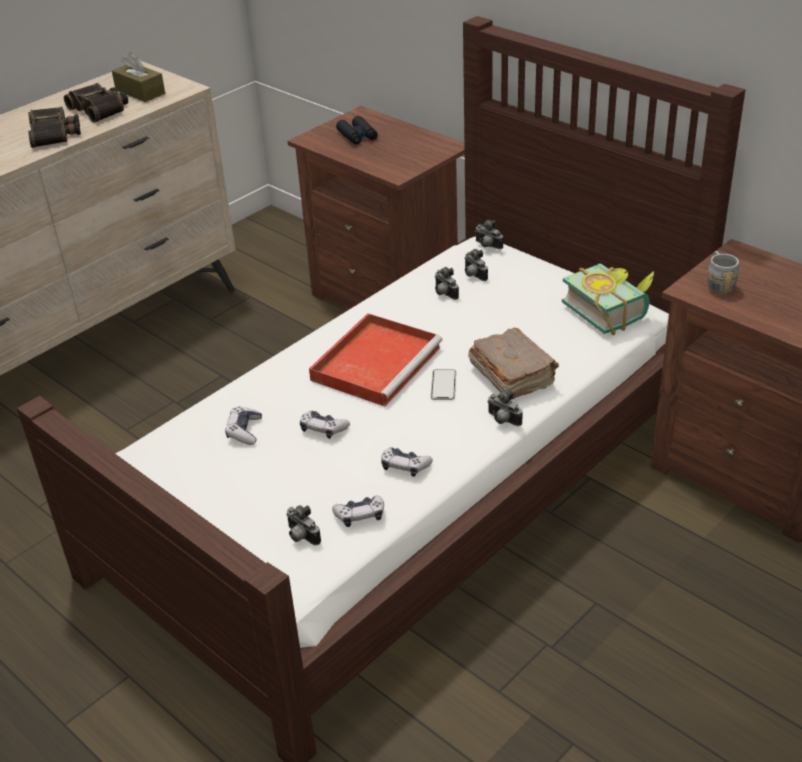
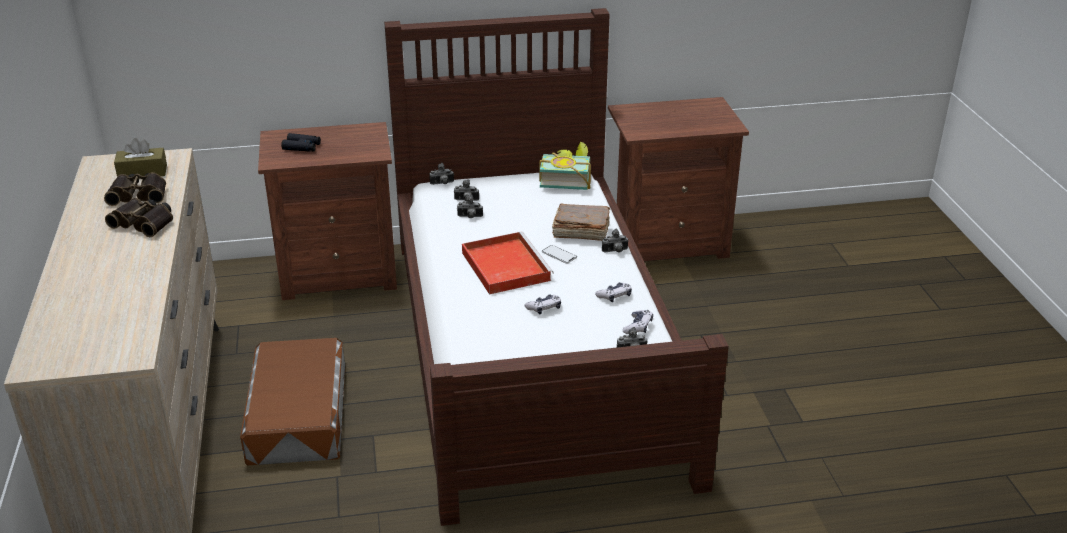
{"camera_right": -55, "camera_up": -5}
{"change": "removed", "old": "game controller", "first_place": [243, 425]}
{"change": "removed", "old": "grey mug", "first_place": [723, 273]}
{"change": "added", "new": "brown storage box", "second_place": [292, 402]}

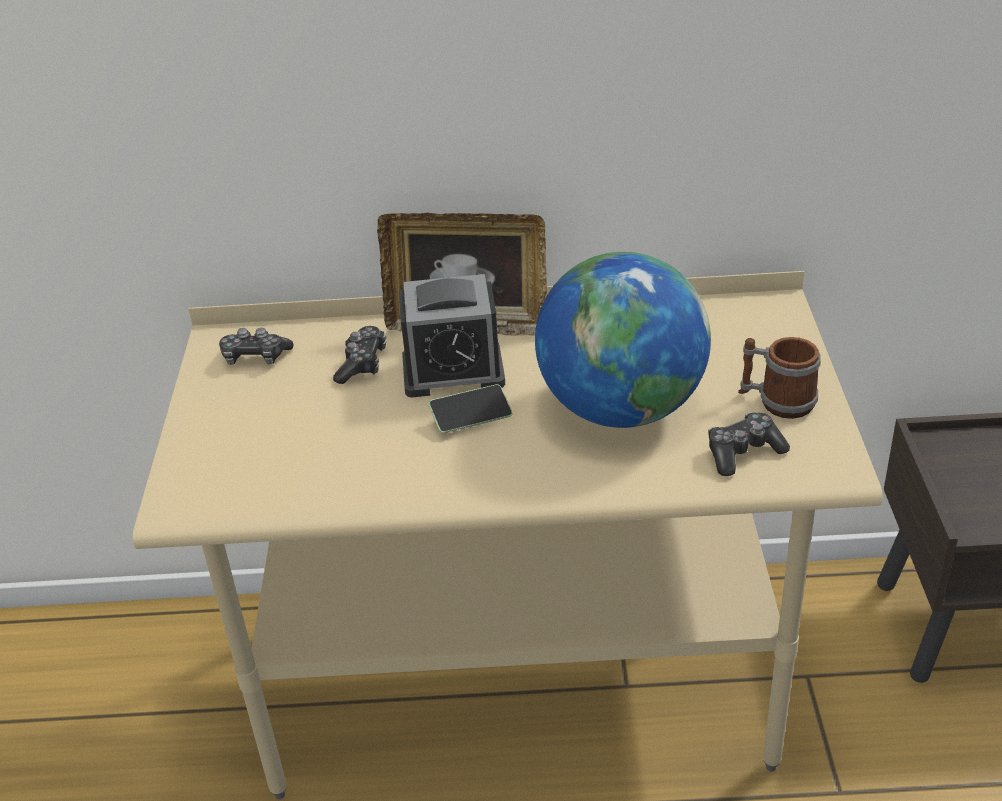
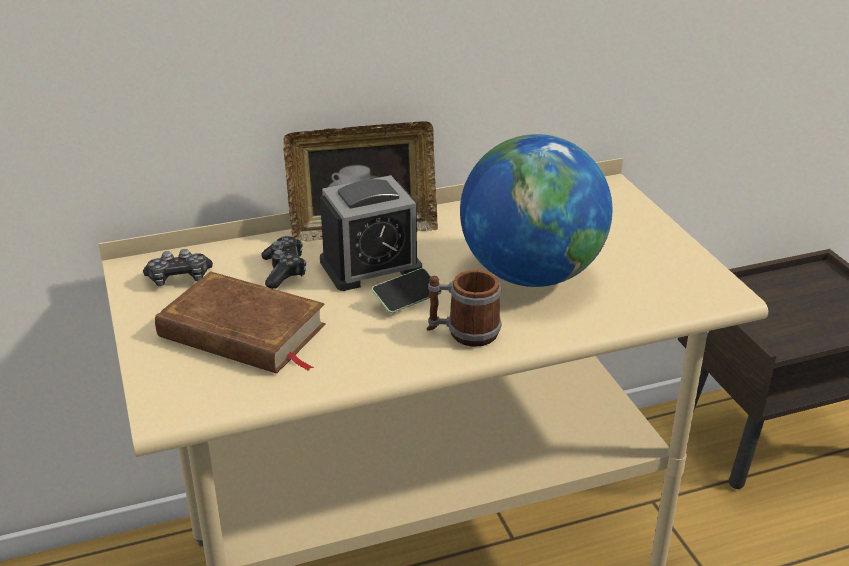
{"camera_right": -20, "camera_up": -5}
{"change": "removed", "old": "game controller", "first_place": [749, 444]}
{"change": "moved", "old": "mug", "first_place": [779, 378], "second_place": [464, 308]}
{"change": "added", "new": "brown book", "second_place": [240, 322]}

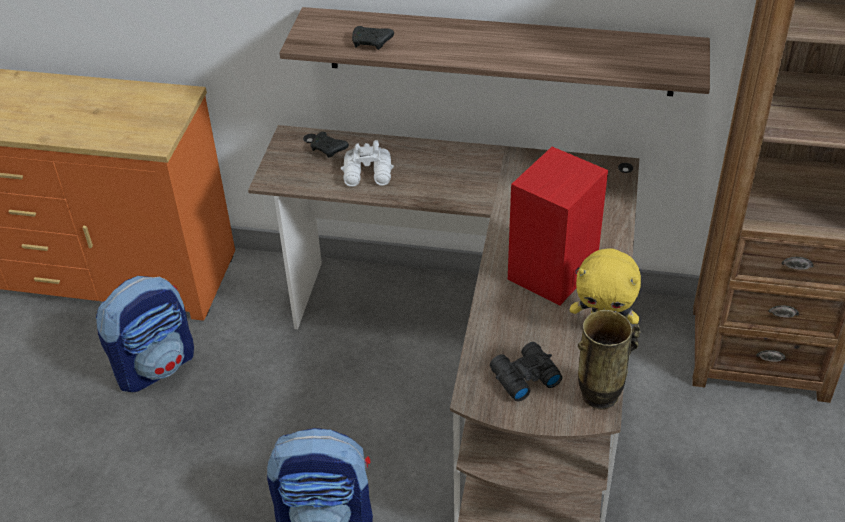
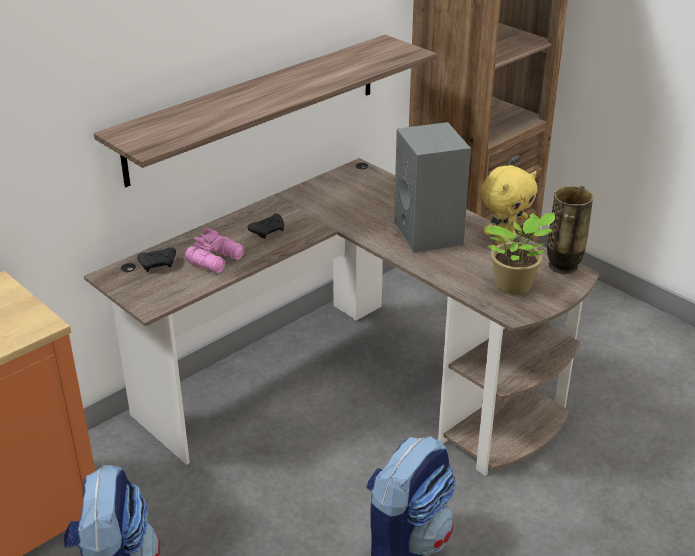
{"camera_right": -55, "camera_up": -10}
{"change": "recoloured", "old": "white binoculars", "new": "pink binoculars", "first_place": [367, 163], "second_place": [214, 250]}
{"change": "moved", "old": "black game controller", "first_place": [373, 38], "second_place": [265, 226]}
{"change": "replaced", "old": "black binoculars", "new": "potted plant", "first_place": [526, 371], "second_place": [519, 253]}
{"change": "recoloured", "old": "red speaker", "new": "grey speaker", "first_place": [558, 226], "second_place": [432, 187]}

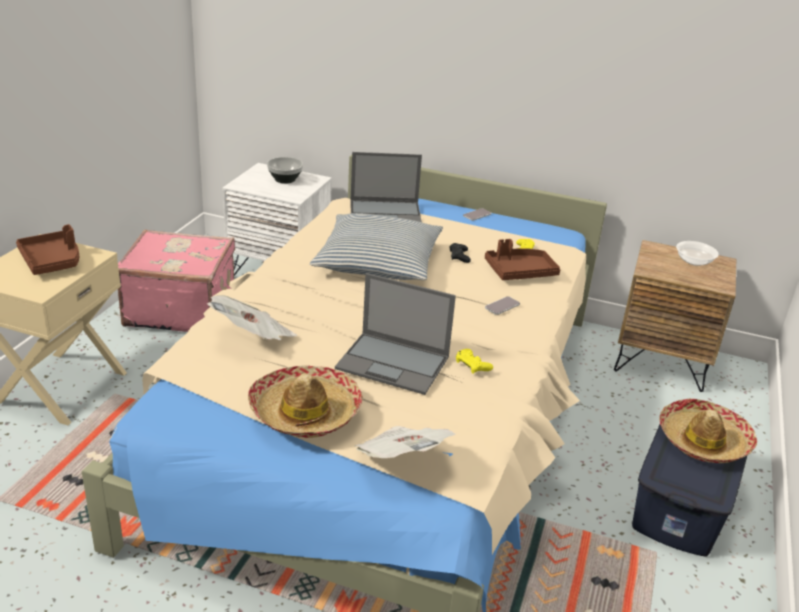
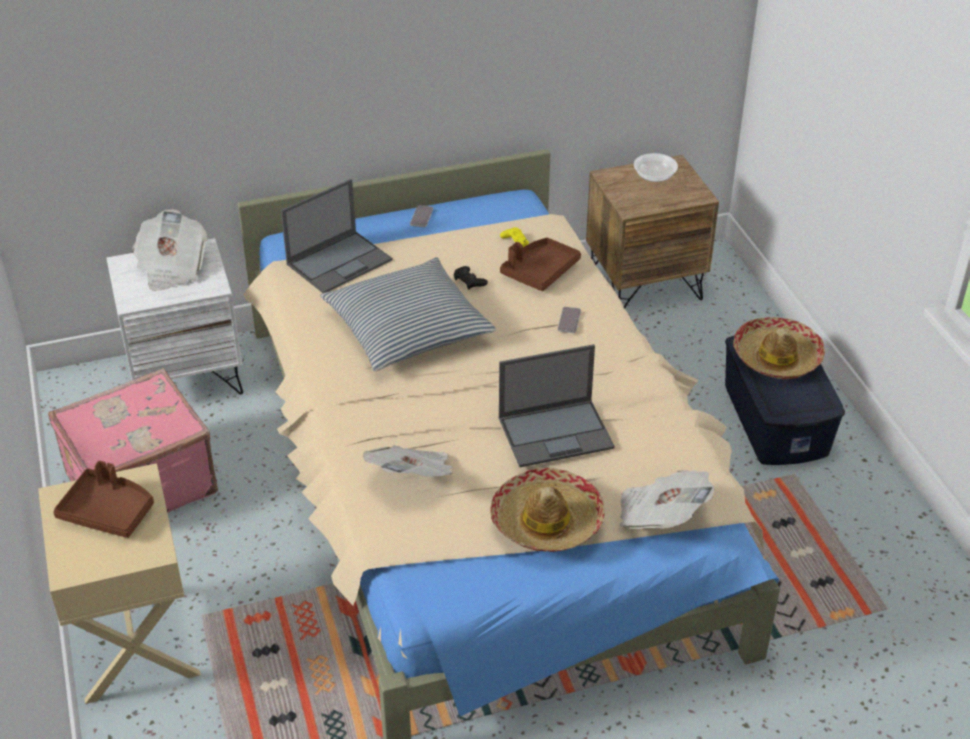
{"camera_right": -35, "camera_up": 10}
{"change": "replaced", "old": "bowl", "new": "newspaper", "first_place": [285, 170], "second_place": [169, 250]}
{"change": "removed", "old": "yellow game controller", "first_place": [474, 361]}

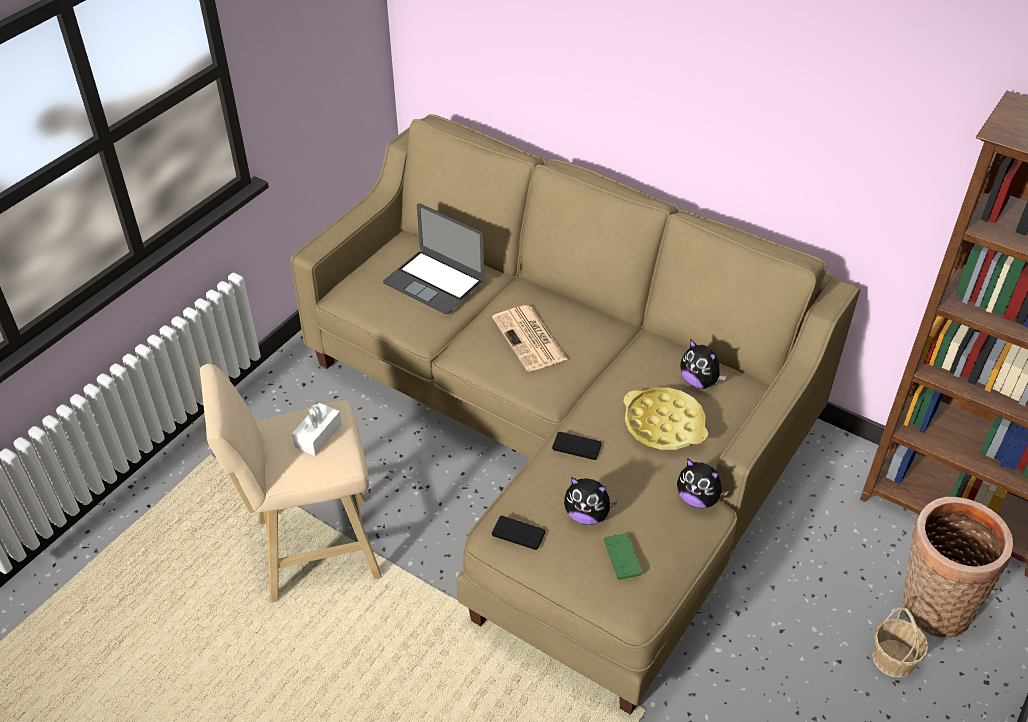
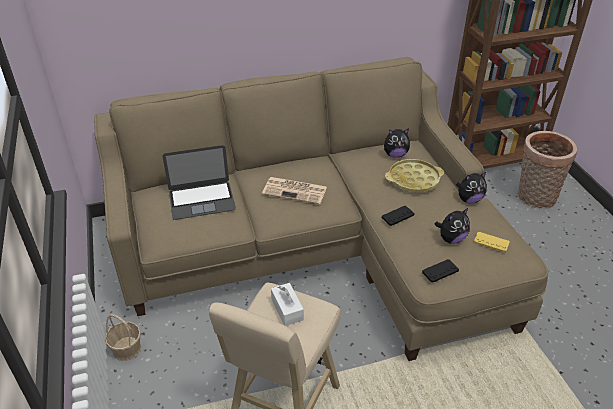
{"camera_right": -50, "camera_up": -5}
{"change": "recoloured", "old": "green game controller", "new": "yellow game controller", "first_place": [623, 556], "second_place": [492, 242]}
{"change": "moved", "old": "basket", "first_place": [900, 642], "second_place": [123, 337]}

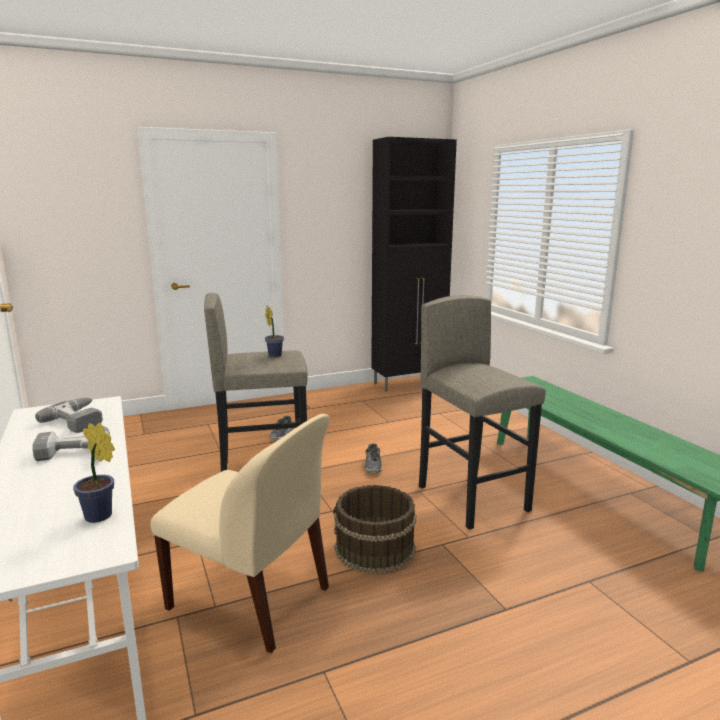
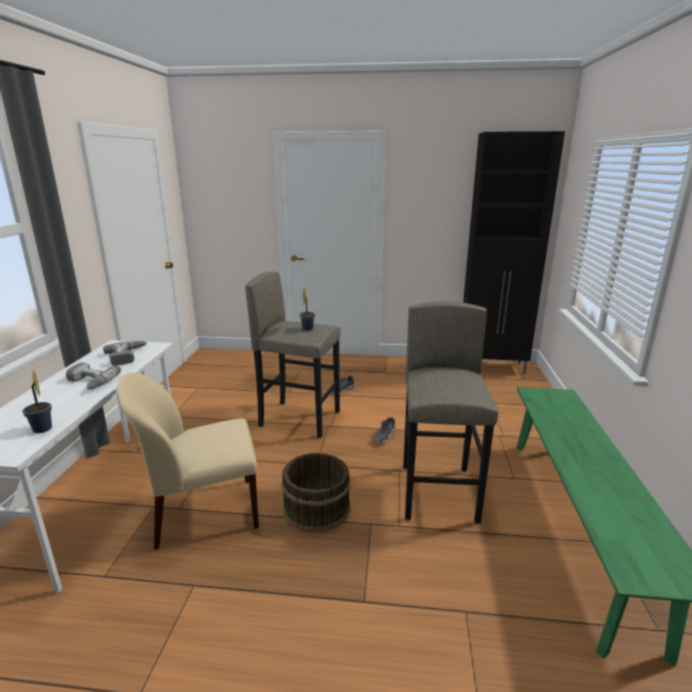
{"camera_right": 30, "camera_up": 5}
{"change": "turned", "old": "beige chair", "first_place": [239, 533], "second_place": [188, 461], "degrees": 105}

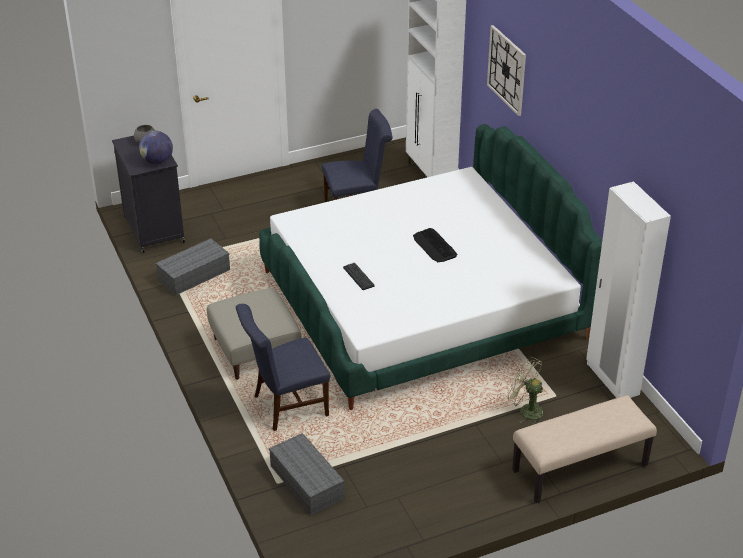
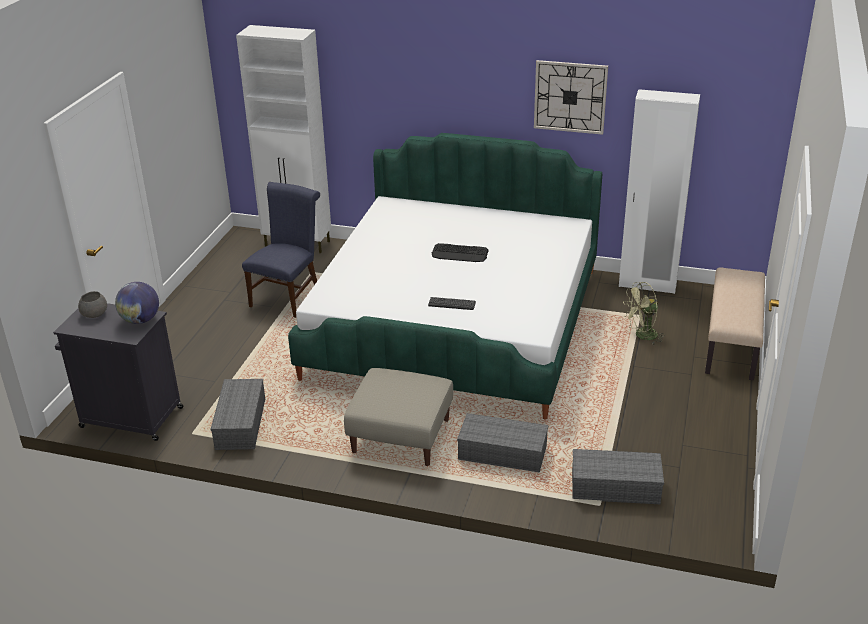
{"camera_right": -50, "camera_up": -5}
{"change": "replaced", "old": "blue chair", "new": "grey storage box", "first_place": [283, 367], "second_place": [502, 443]}
{"change": "moved", "old": "wall clock", "first_place": [506, 70], "second_place": [571, 97]}

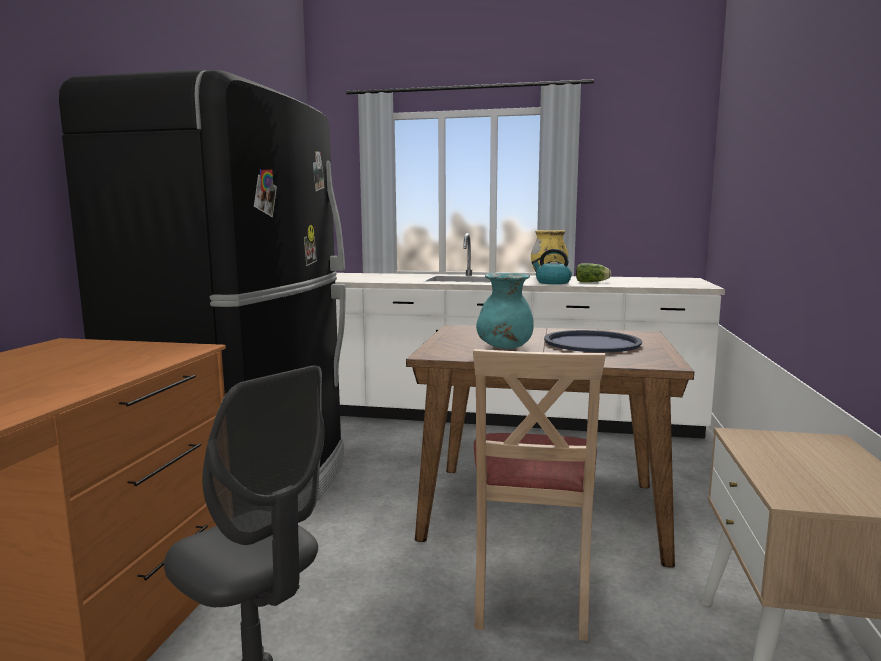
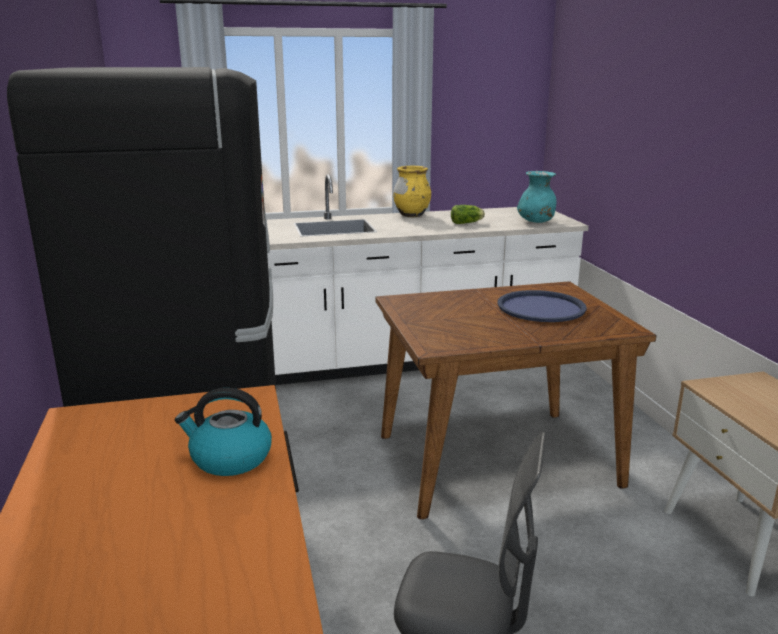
{"camera_right": -25, "camera_up": 10}
{"change": "removed", "old": "beige chair", "first_place": [539, 495]}
{"change": "moved", "old": "turquoise vase", "first_place": [505, 311], "second_place": [537, 197]}
{"change": "moved", "old": "kettle", "first_place": [552, 266], "second_place": [223, 432]}

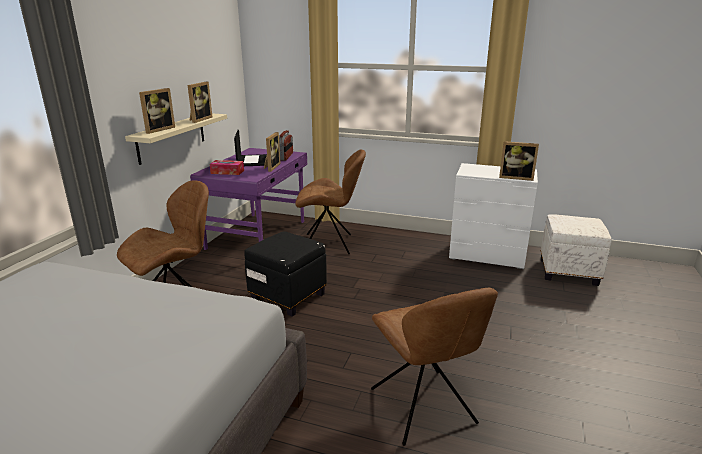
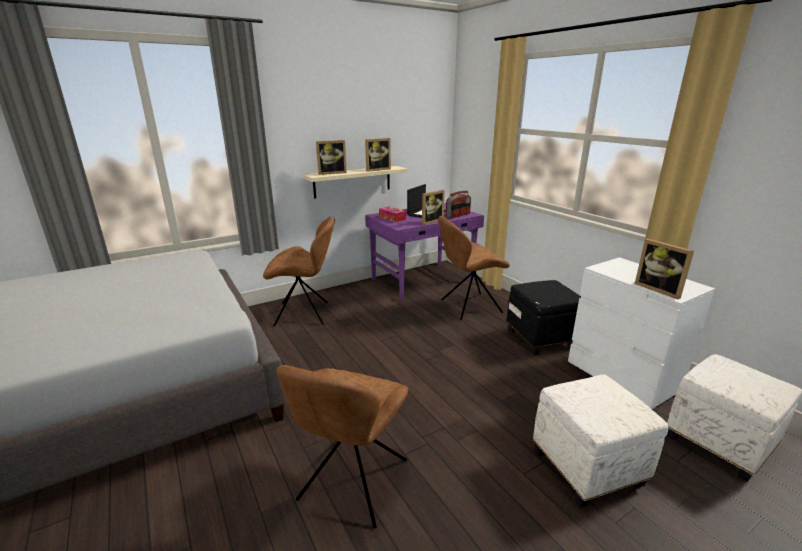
{"camera_right": 40, "camera_up": 0}
{"change": "moved", "old": "black ottoman", "first_place": [285, 274], "second_place": [544, 318]}
{"change": "turned", "old": "brown chair", "first_place": [330, 201], "second_place": [474, 268], "degrees": 120}
{"change": "added", "new": "white ottoman", "second_place": [601, 441]}

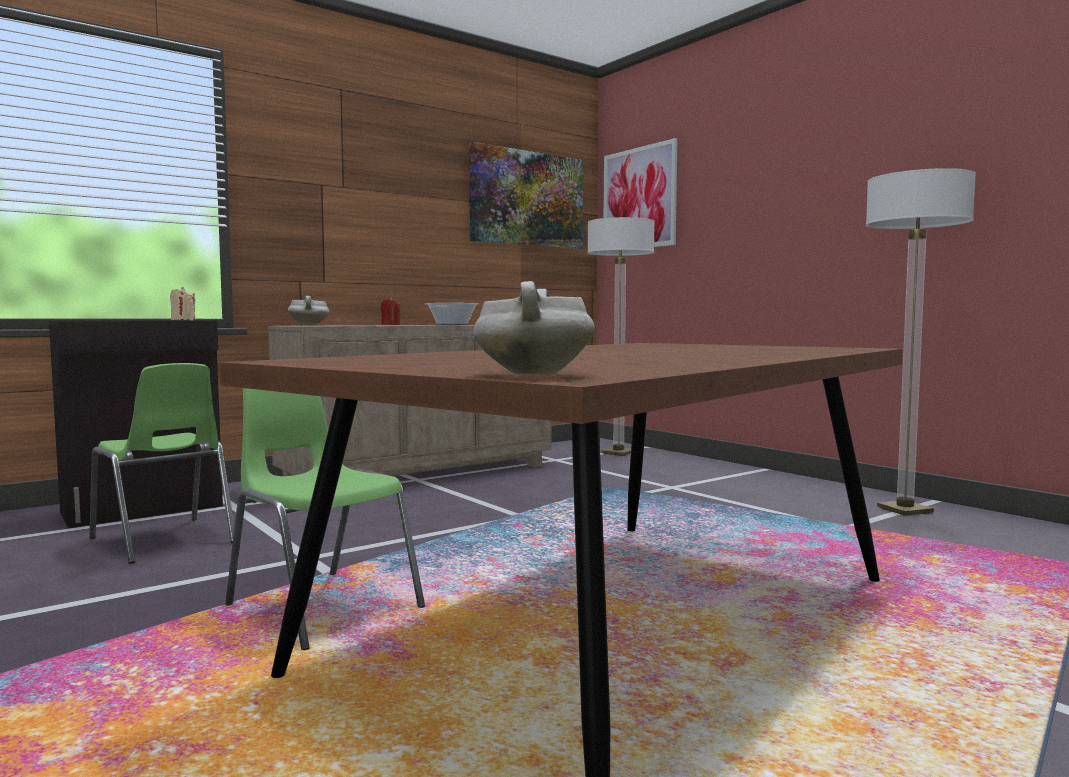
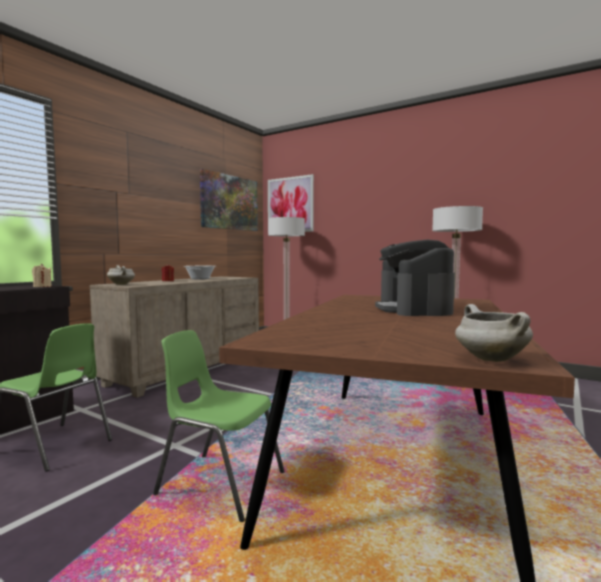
{"camera_right": -20, "camera_up": 0}
{"change": "added", "new": "coffee machine", "second_place": [415, 278]}

